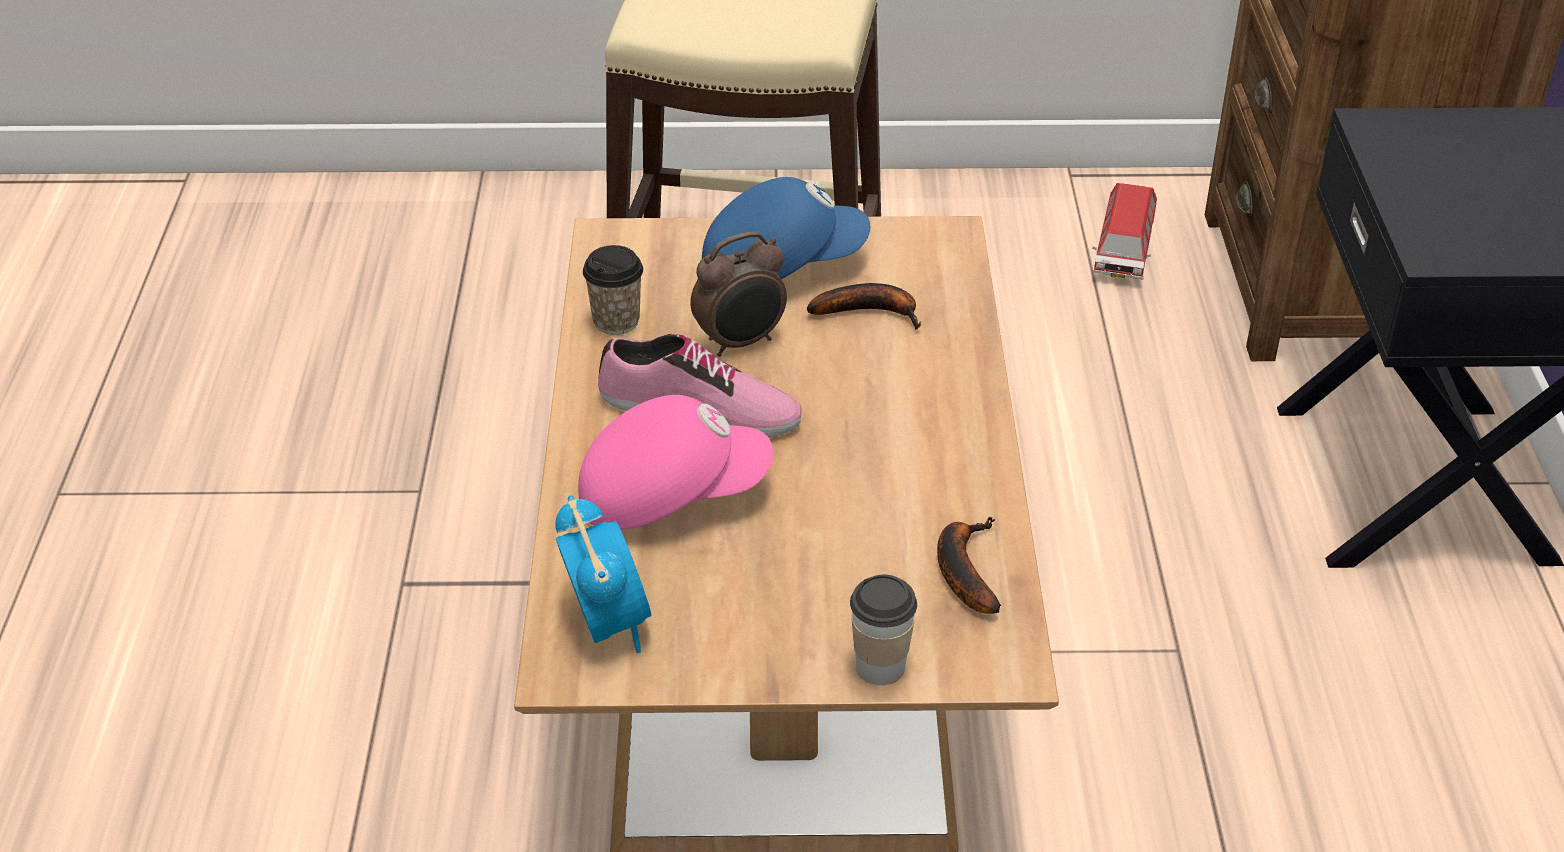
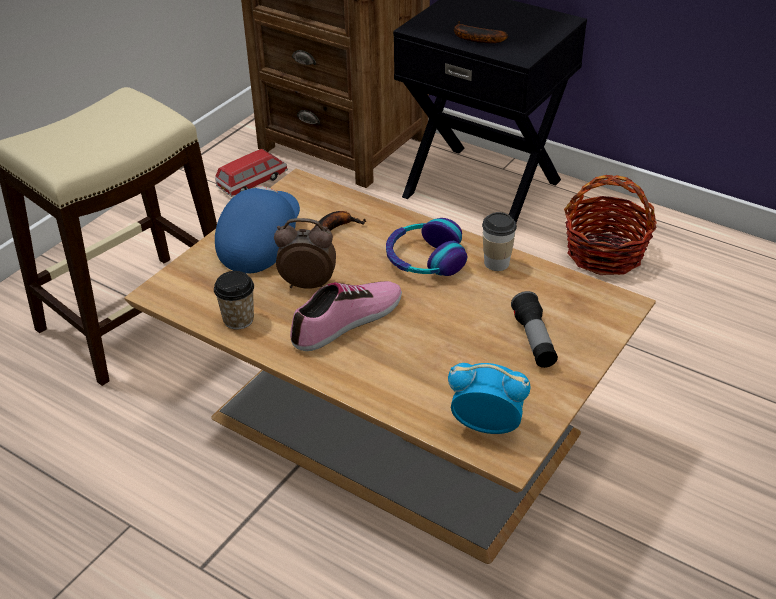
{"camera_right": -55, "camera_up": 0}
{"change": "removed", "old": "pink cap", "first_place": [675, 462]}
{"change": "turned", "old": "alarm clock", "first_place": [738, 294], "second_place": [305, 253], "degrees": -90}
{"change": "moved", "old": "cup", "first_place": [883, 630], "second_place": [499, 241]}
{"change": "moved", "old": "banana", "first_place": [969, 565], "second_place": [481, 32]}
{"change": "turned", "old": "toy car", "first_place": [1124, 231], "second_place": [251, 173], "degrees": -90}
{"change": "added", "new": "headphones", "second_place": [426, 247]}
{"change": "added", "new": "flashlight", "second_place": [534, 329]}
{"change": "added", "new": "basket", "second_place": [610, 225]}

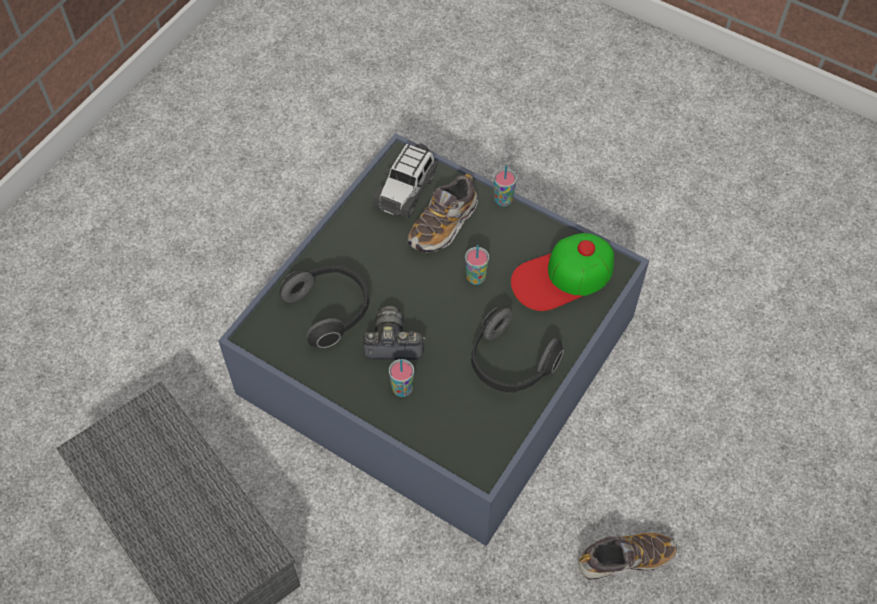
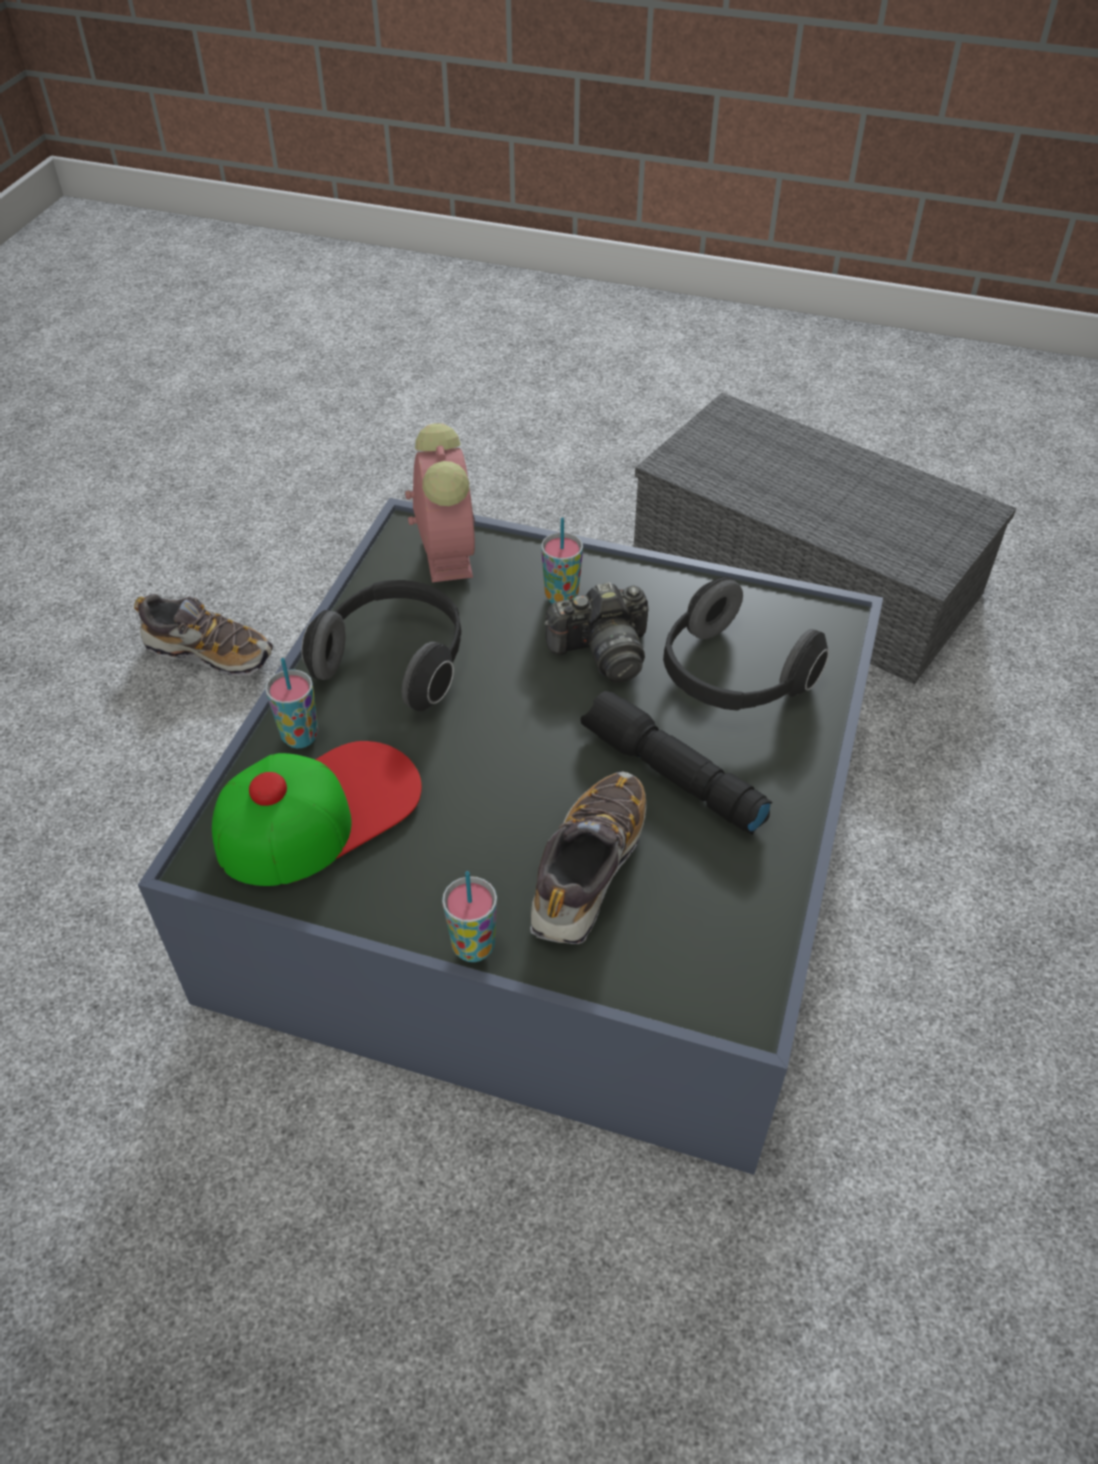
{"camera_right": 165, "camera_up": -10}
{"change": "removed", "old": "toy car", "first_place": [404, 180]}
{"change": "moved", "old": "cup", "first_place": [477, 265], "second_place": [291, 703]}
{"change": "turned", "old": "shoe", "first_place": [627, 556], "second_place": [203, 635], "degrees": -135}
{"change": "added", "new": "alarm clock", "second_place": [440, 502]}
{"change": "added", "new": "black flashlight", "second_place": [676, 763]}

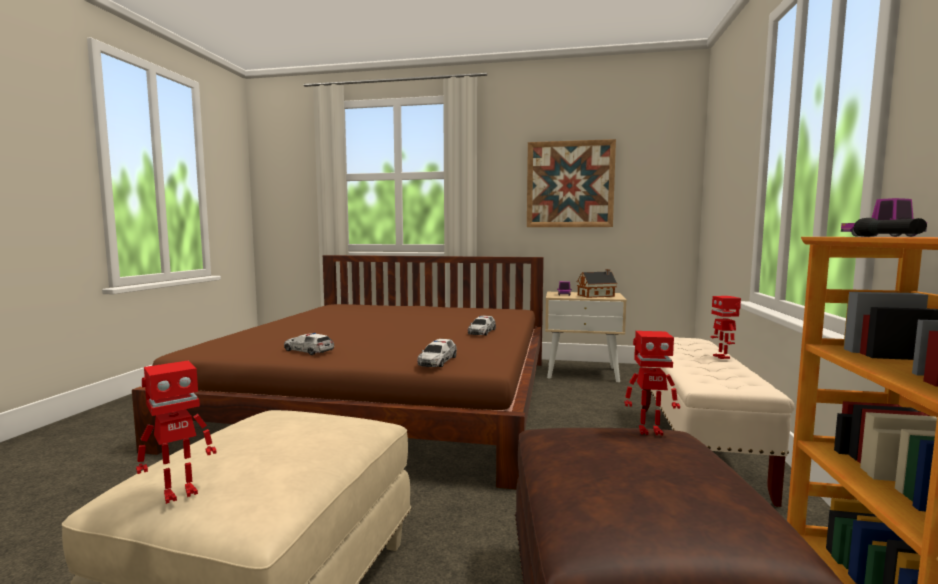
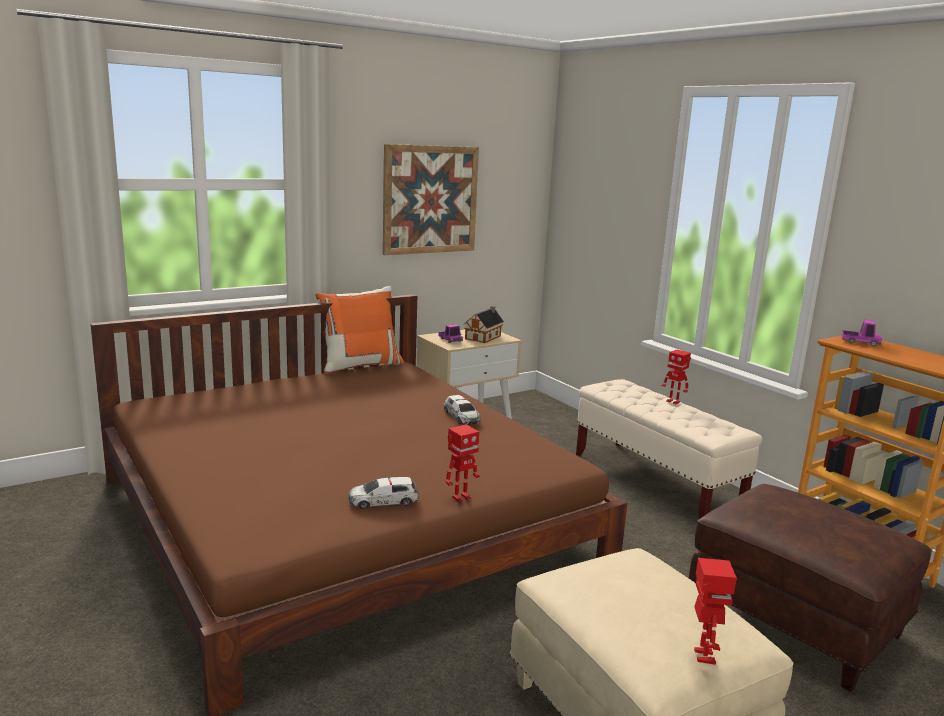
{"camera_right": -45, "camera_up": 10}
{"change": "removed", "old": "toy car", "first_place": [437, 353]}
{"change": "moved", "old": "toy robot", "first_place": [652, 383], "second_place": [463, 463]}
{"change": "removed", "old": "black flashlight", "first_place": [890, 227]}
{"change": "added", "new": "orange pillow", "second_place": [359, 330]}

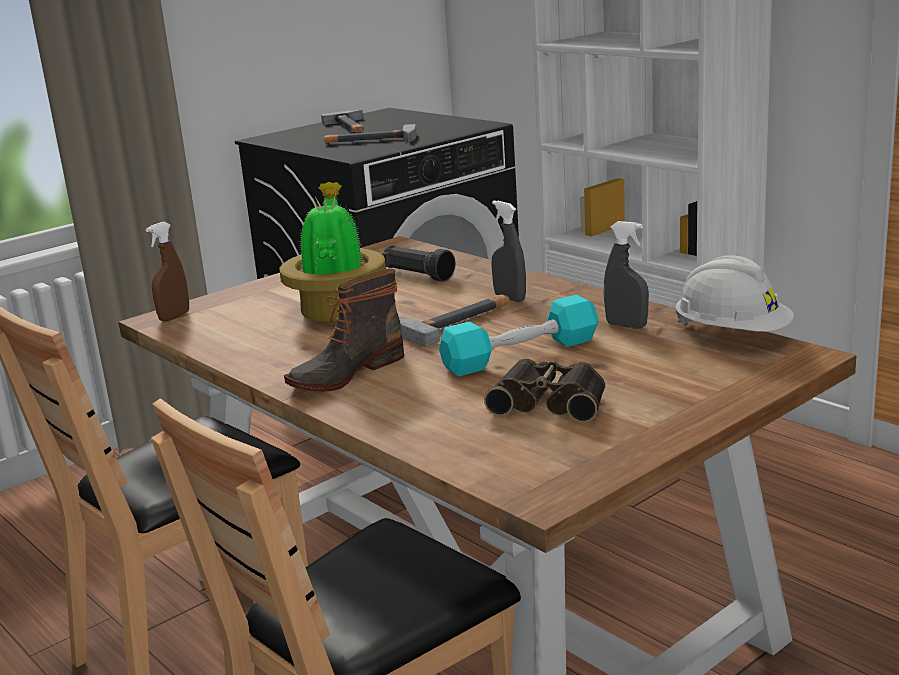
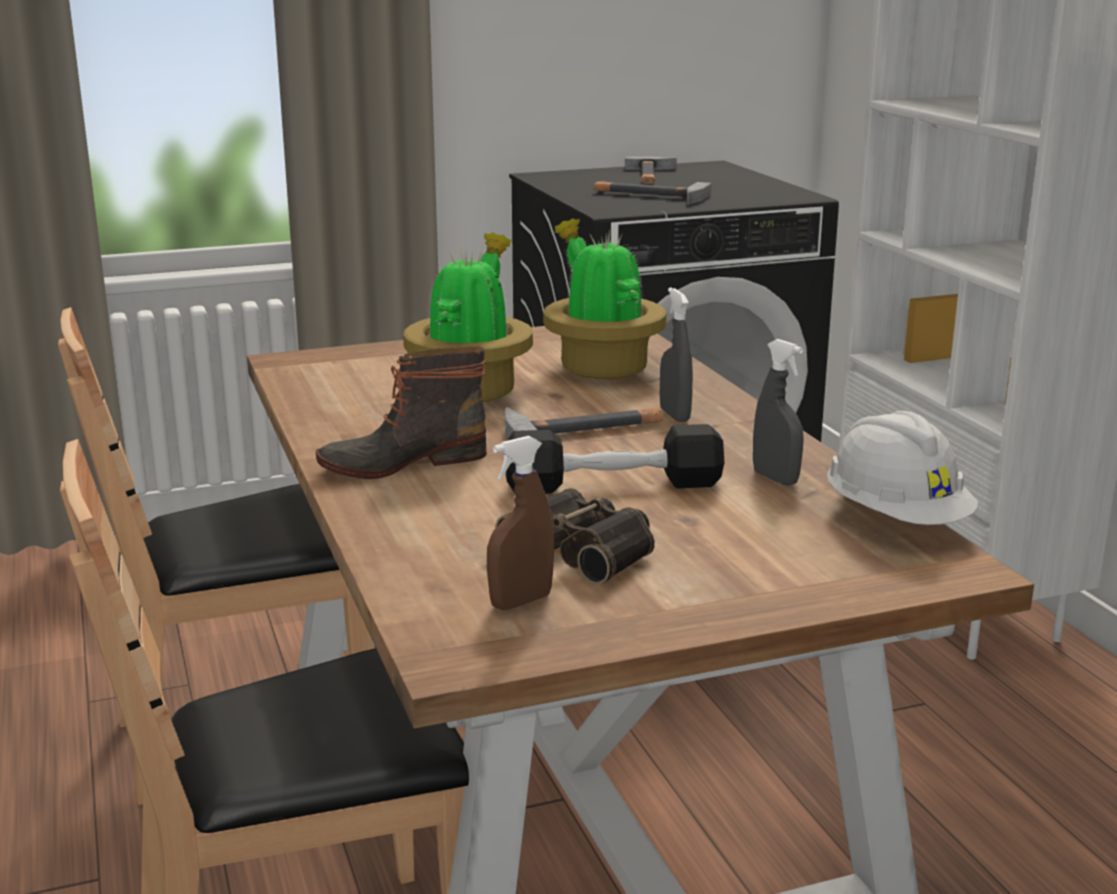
{"camera_right": 20, "camera_up": 0}
{"change": "moved", "old": "brown spray bottle", "first_place": [167, 271], "second_place": [520, 523]}
{"change": "replaced", "old": "black flashlight", "new": "potted plant", "first_place": [418, 263], "second_place": [605, 298]}
{"change": "recoloured", "old": "turquoise dumbbell", "new": "black dumbbell", "first_place": [519, 335], "second_place": [615, 459]}

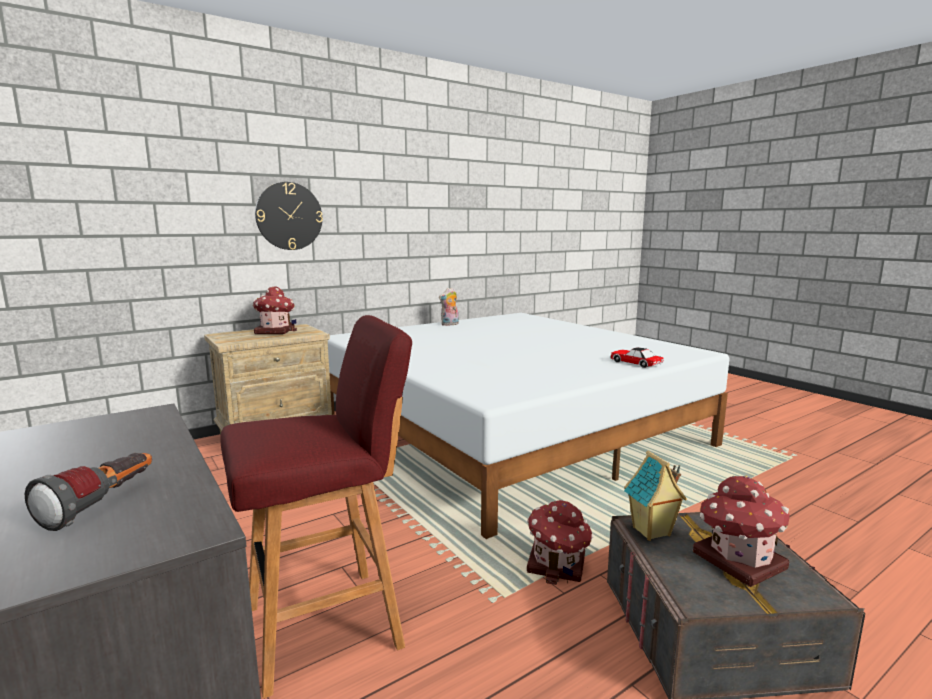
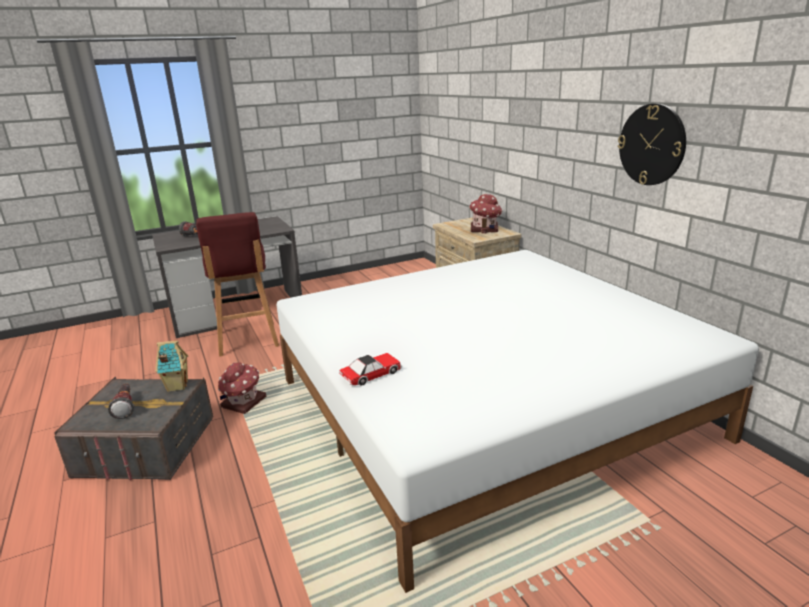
{"camera_right": 100, "camera_up": 10}
{"change": "moved", "old": "wall clock", "first_place": [289, 216], "second_place": [652, 144]}
{"change": "removed", "old": "plush toy", "first_place": [449, 306]}
{"change": "replaced", "old": "toy house", "new": "flashlight", "first_place": [741, 531], "second_place": [121, 401]}

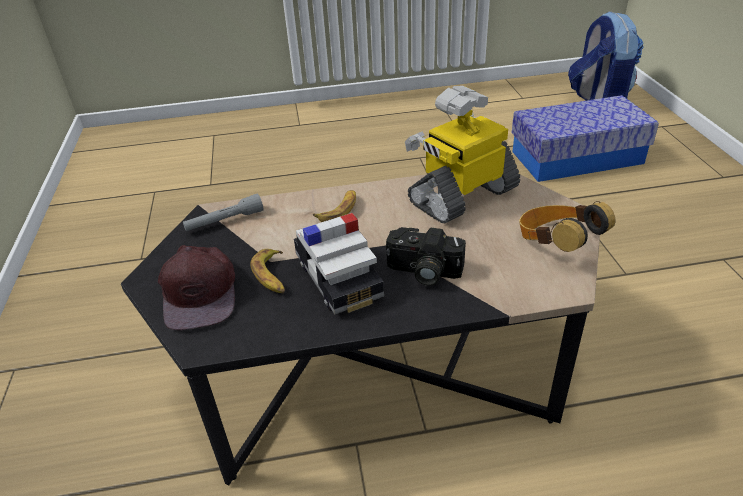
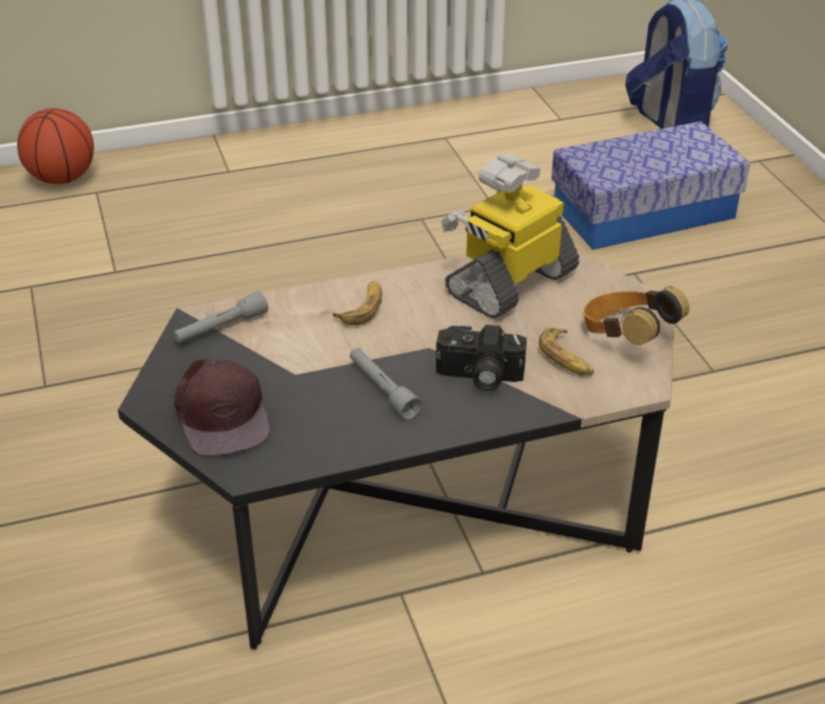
{"camera_right": -10, "camera_up": 0}
{"change": "moved", "old": "banana", "first_place": [268, 271], "second_place": [566, 351]}
{"change": "replaced", "old": "toy car", "new": "grey flashlight", "first_place": [339, 263], "second_place": [386, 383]}
{"change": "added", "new": "basketball", "second_place": [55, 146]}

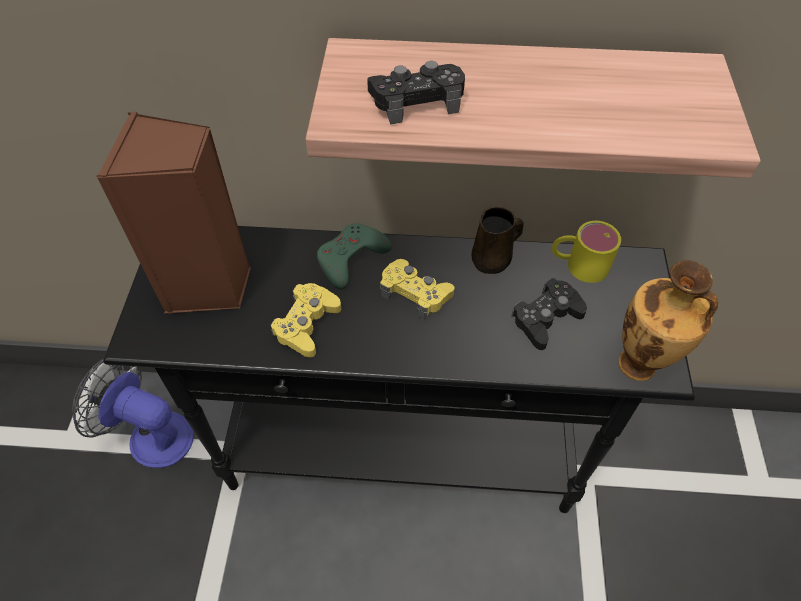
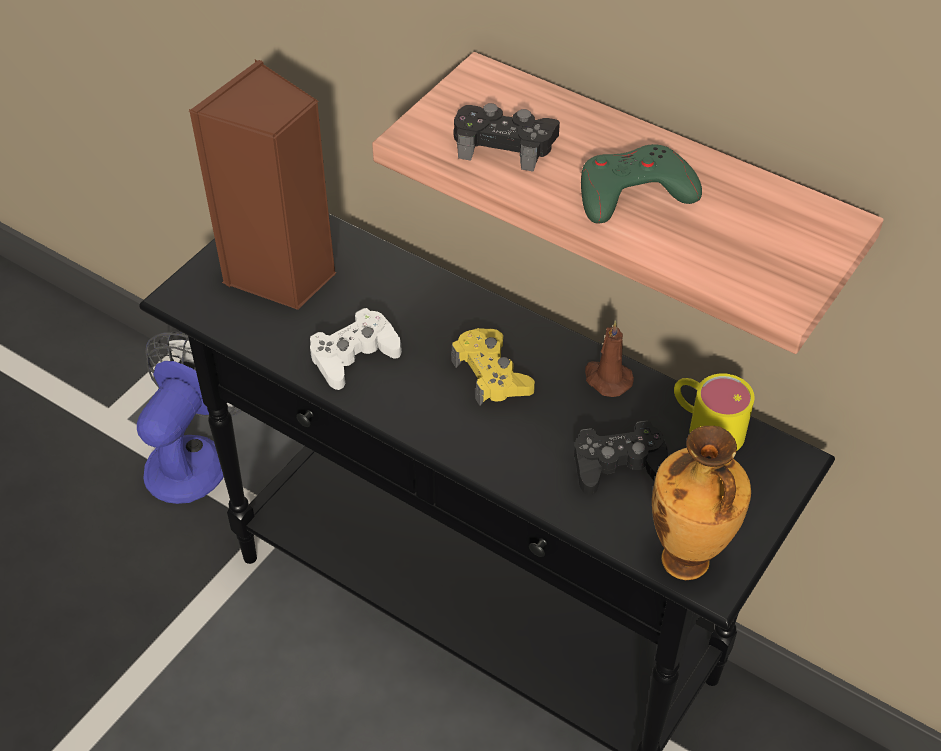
{"camera_right": 30, "camera_up": -5}
{"change": "turned", "old": "fan", "first_place": [133, 413], "second_place": [189, 418], "degrees": 60}
{"change": "recoloured", "old": "yellow game controller", "new": "white game controller", "first_place": [306, 320], "second_place": [356, 349]}
{"change": "moved", "old": "green game controller", "first_place": [354, 256], "second_place": [641, 184]}
{"change": "replaced", "old": "brown mug", "new": "brown candle", "first_place": [498, 240], "second_place": [609, 358]}

